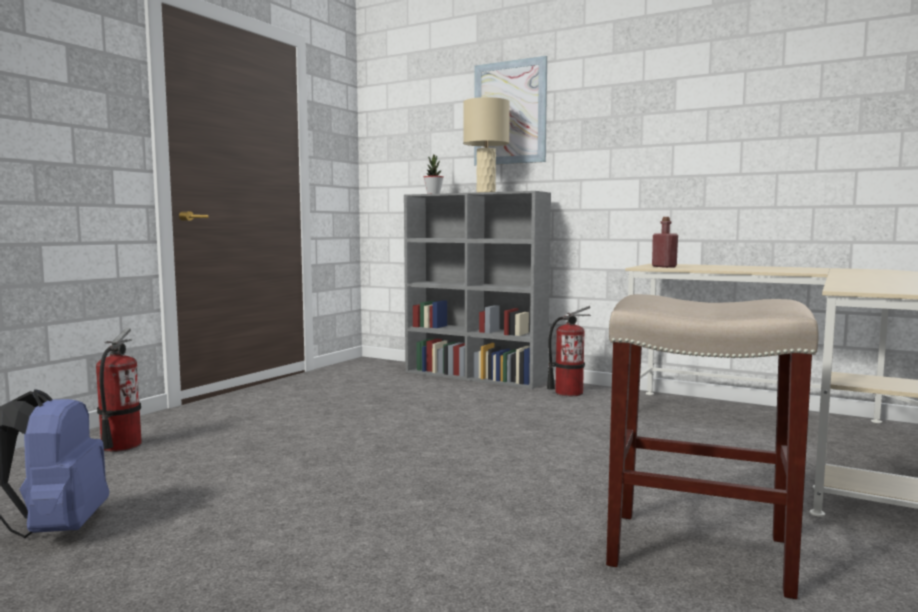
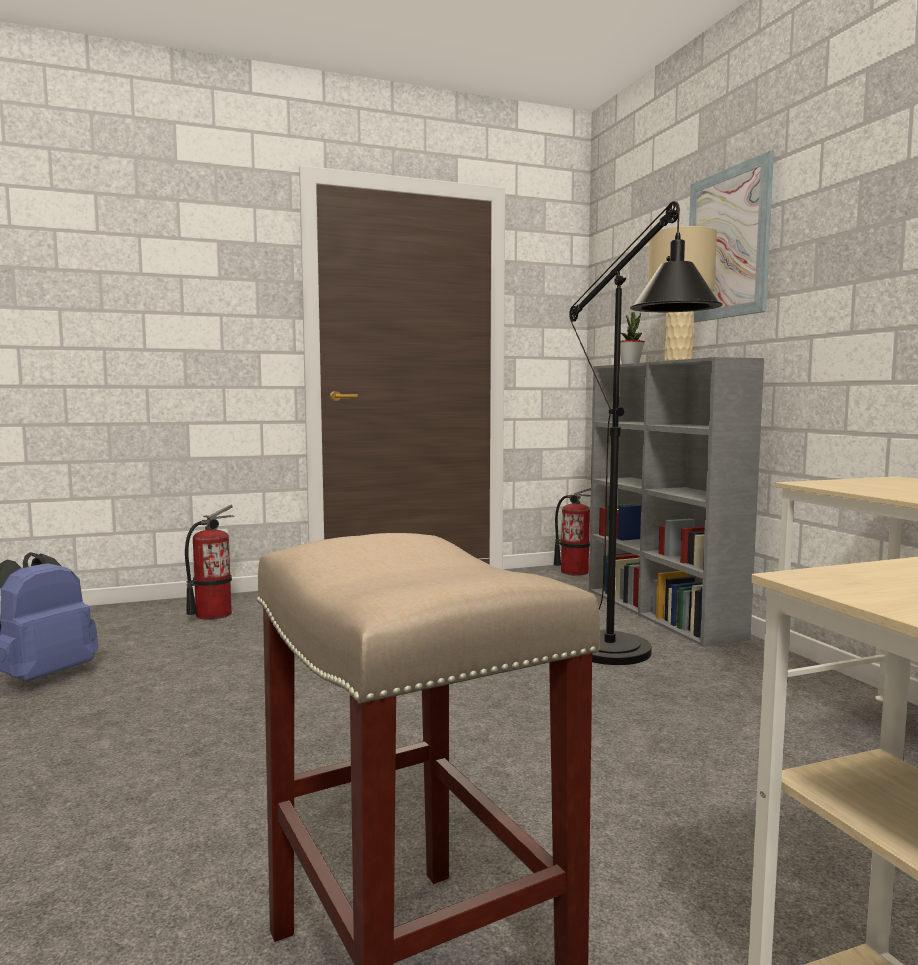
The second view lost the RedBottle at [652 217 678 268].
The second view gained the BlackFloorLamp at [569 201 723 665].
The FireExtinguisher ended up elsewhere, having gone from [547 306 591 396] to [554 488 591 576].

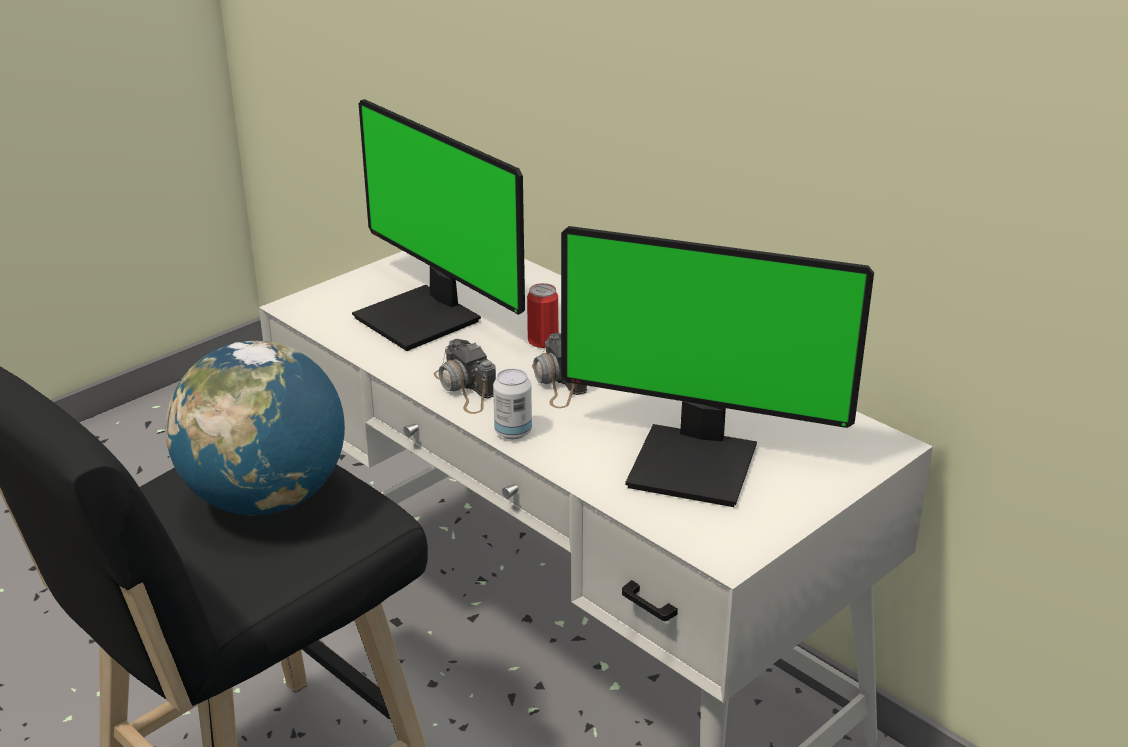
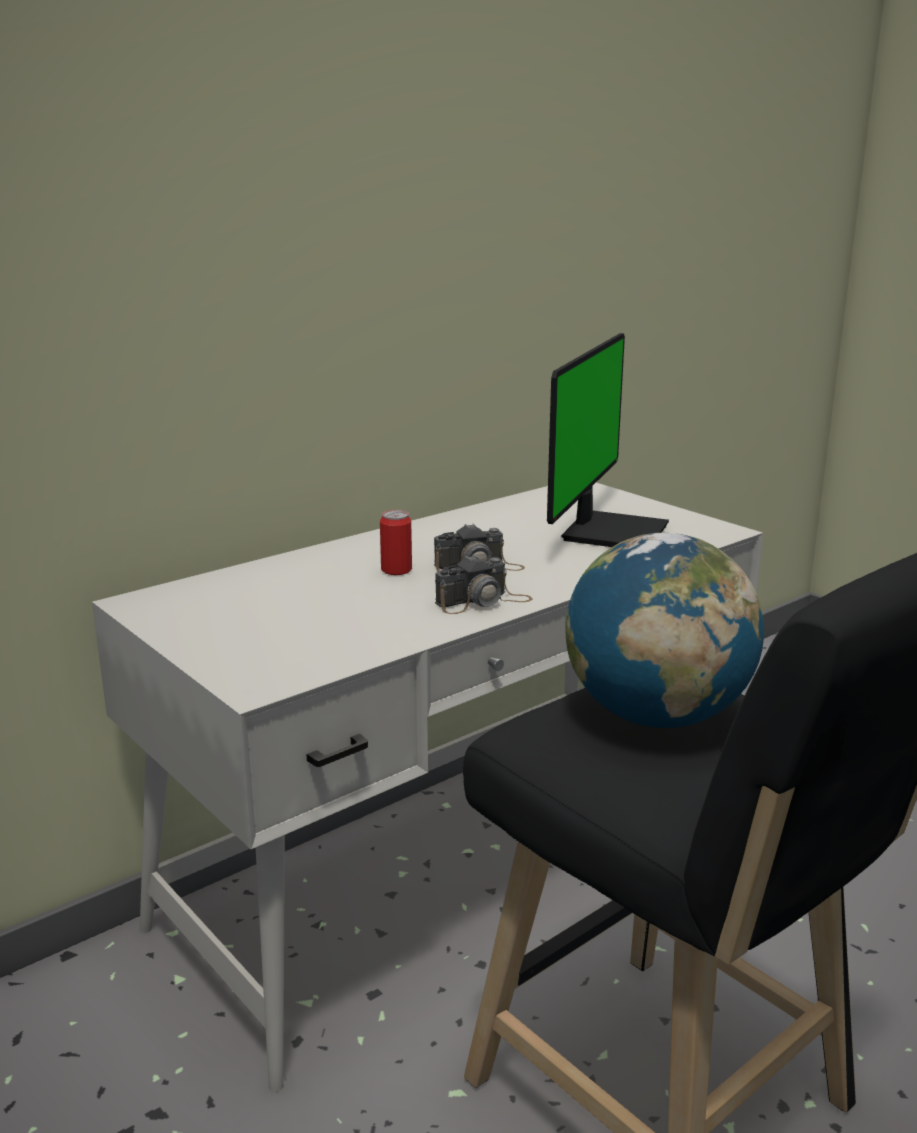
The second view lost the Monitor at [352 99 525 351].
The second view lost the Can at [493 369 532 439].

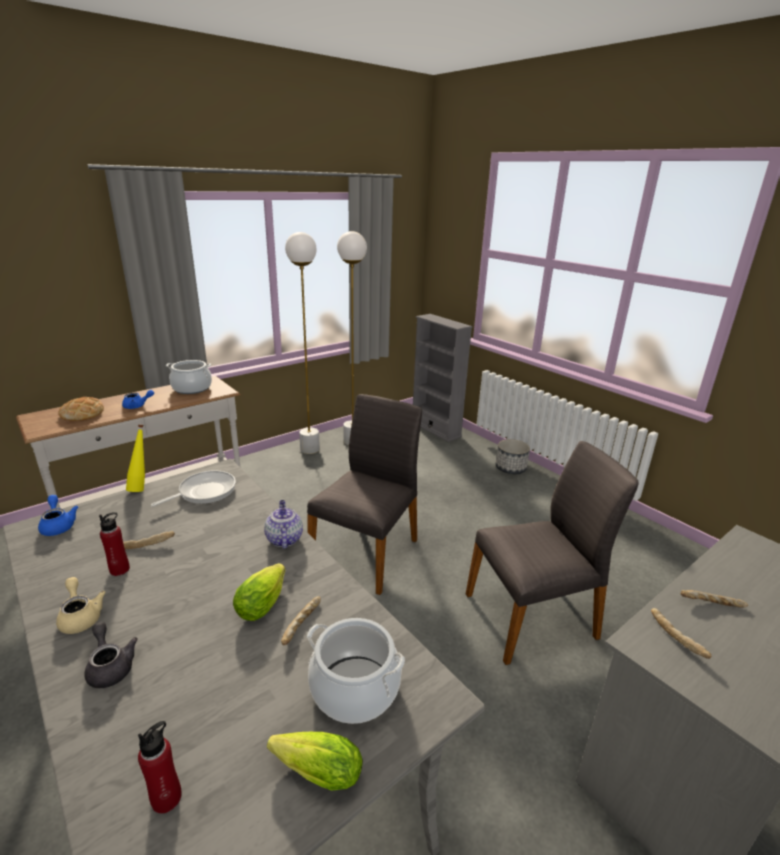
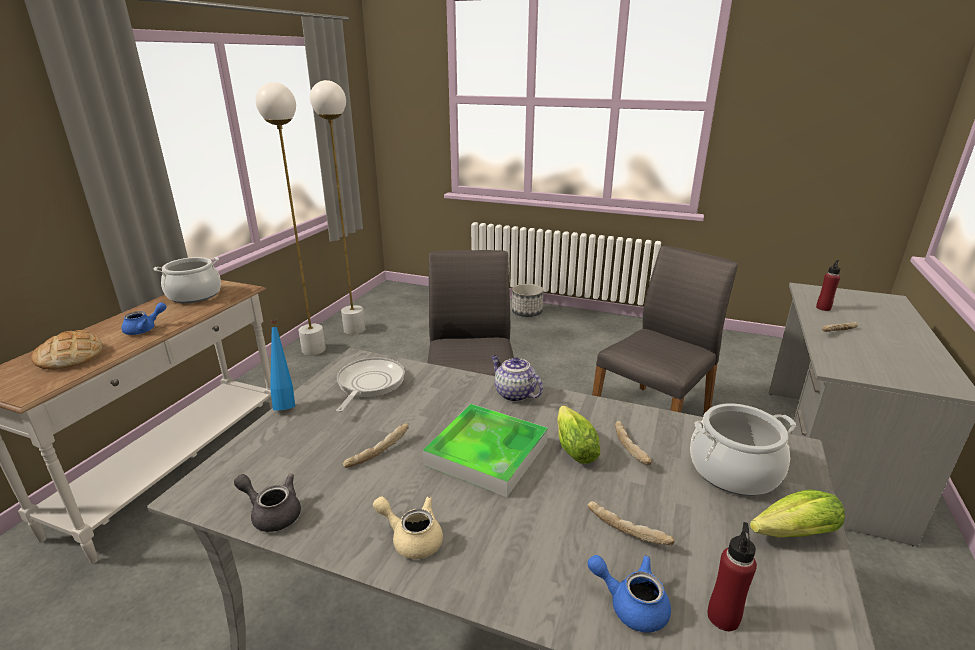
The second view lost the GreyBookcase at [413 314 473 442].
The second view gained the Tray at [423 404 548 497].
The BlueTeapot ended up elsewhere, having gone from [38 495 78 536] to [588 555 671 633].
The GreyTeapot ended up elsewhere, having gone from [84 622 138 688] to [234 474 301 532].
The RedBottle ended up elsewhere, having gone from [99 512 130 576] to [816 260 840 311].
The Bread ended up elsewhere, having gone from [651 608 711 659] to [587 501 675 545].
What was the YellowBottle at [126 424 145 492] turned into the BlueBottle at [270 320 295 410].

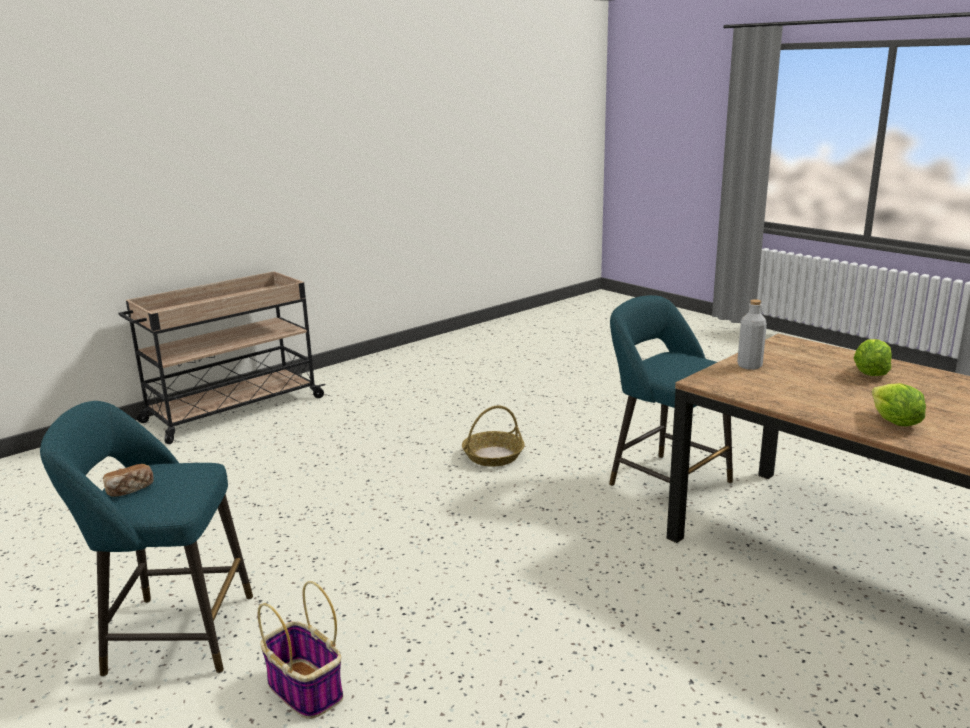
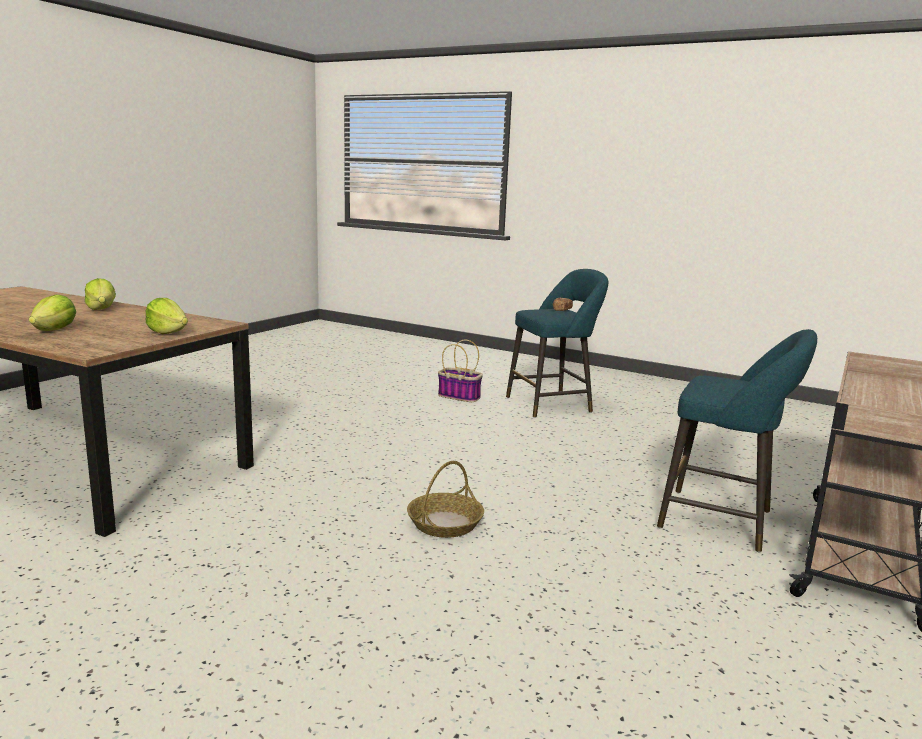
The TurquoiseStool ended up elsewhere, having gone from [609 295 733 486] to [657 329 817 552].
Where the GreyBottle stood at [737 299 767 370], the Lettuce came to stand at [146 298 188 334].

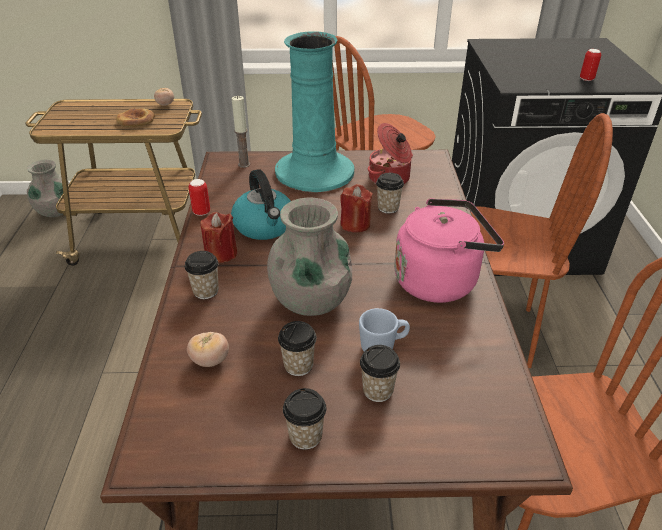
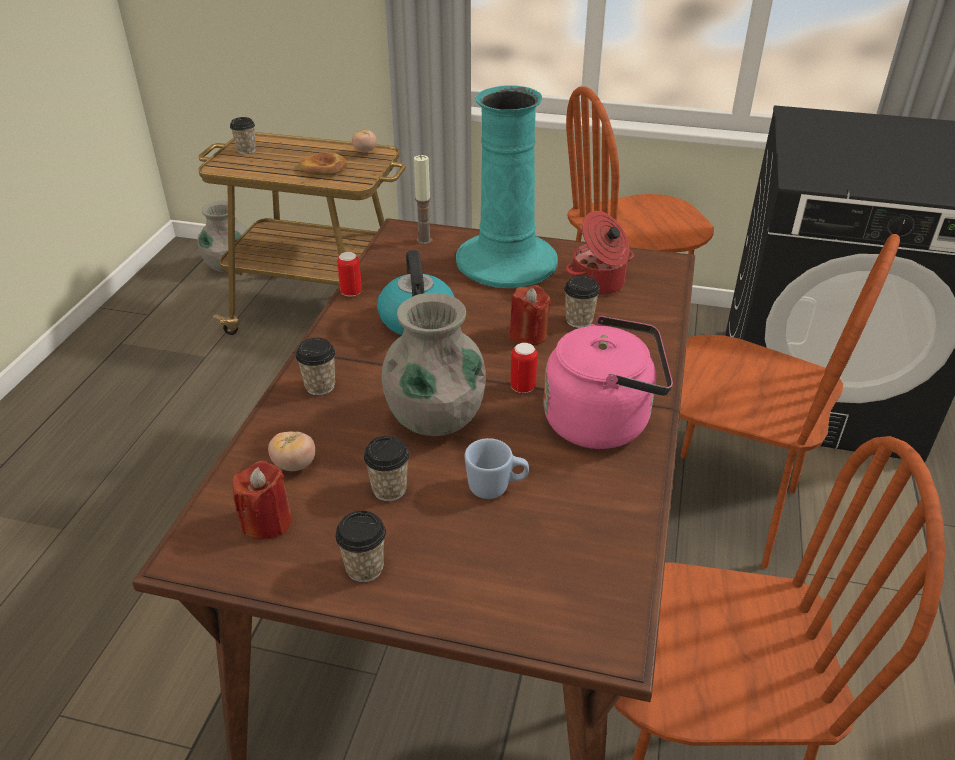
The RedCandle ended up elsewhere, having gone from [200 212 237 263] to [232 461 292 540].
The Cup ended up elsewhere, having gone from [360 345 400 402] to [230 117 256 154].
The Can ended up elsewhere, having gone from [580 49 601 81] to [510 343 537 393].

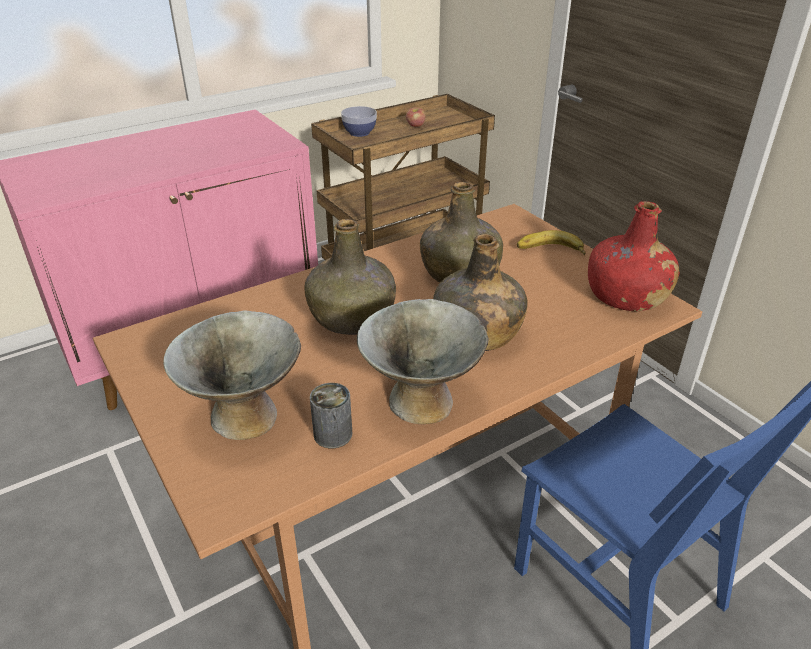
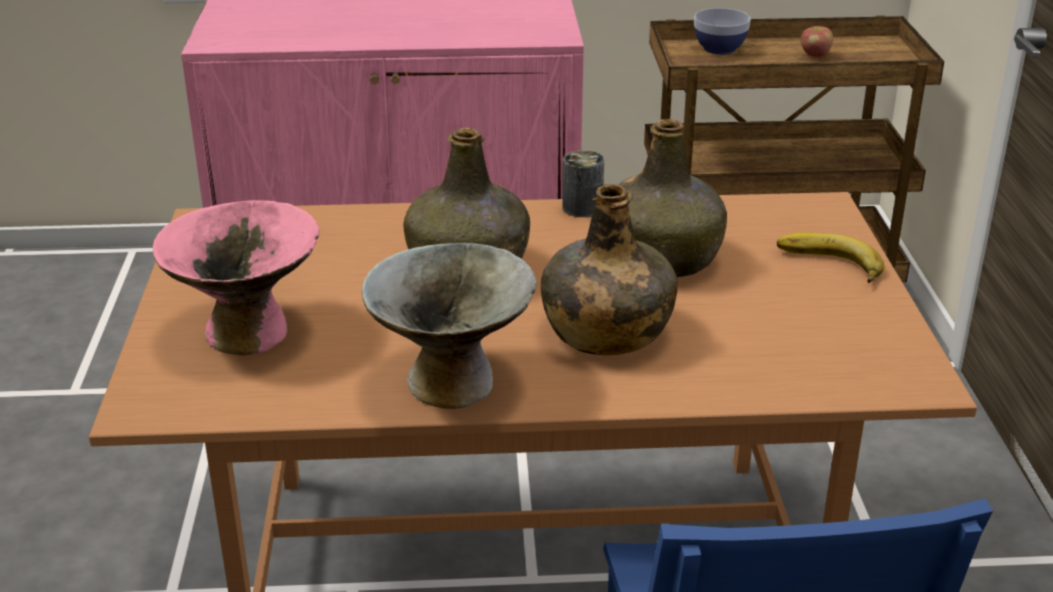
The second view lost the RedBottle at [588 201 680 311].
The Can ended up elsewhere, having gone from [310 383 352 448] to [562 150 604 217].
What was the GreyBowl at [163 311 301 440] turned into the PinkBowl at [153 200 320 355].

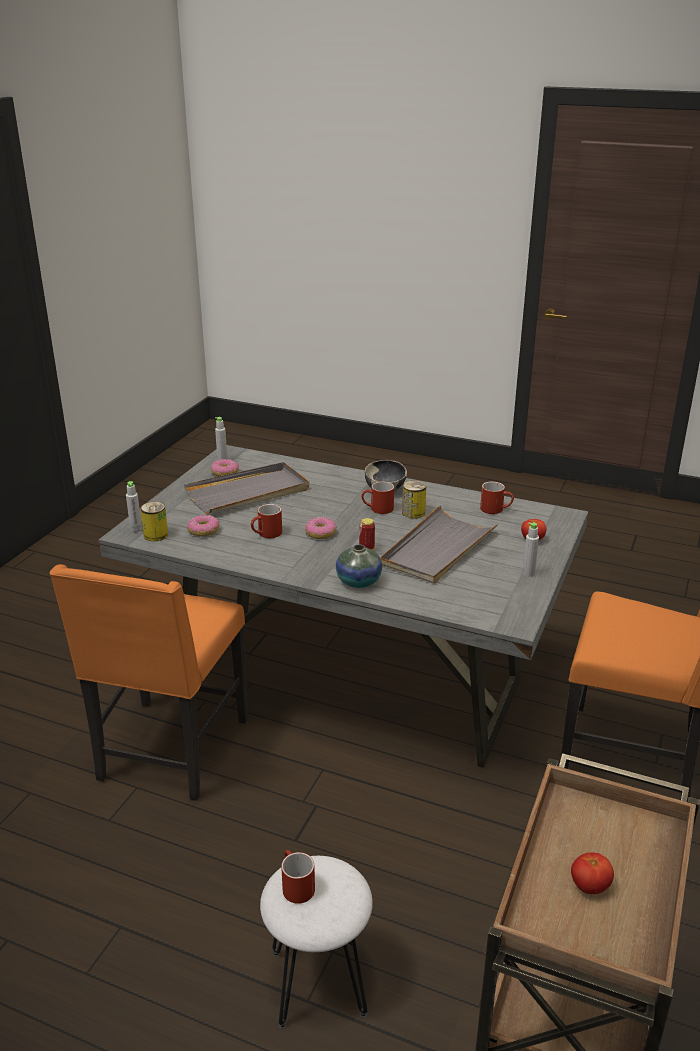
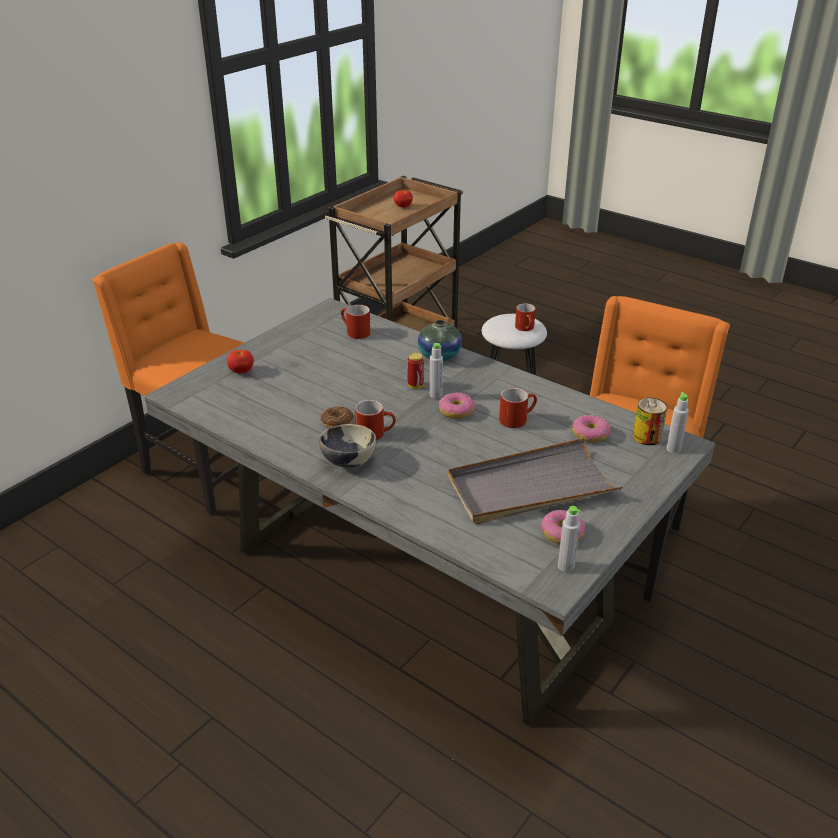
The second view lost the GreyTray at [380 505 499 584].
The RedMug ended up elsewhere, having gone from [480 481 514 514] to [341 305 371 339].
The GreyBottle ended up elsewhere, having gone from [522 523 539 577] to [430 343 443 399].
Where the Can stood at [402 480 426 519], the Donut came to stand at [321 406 354 428].

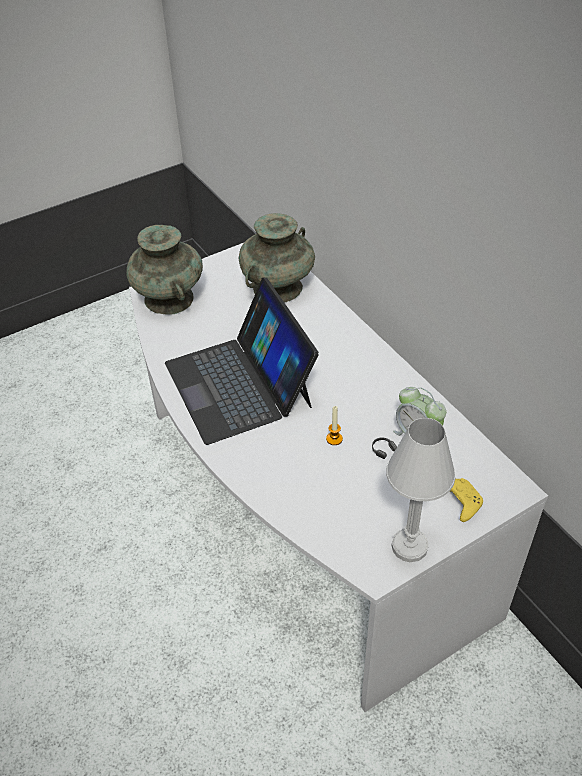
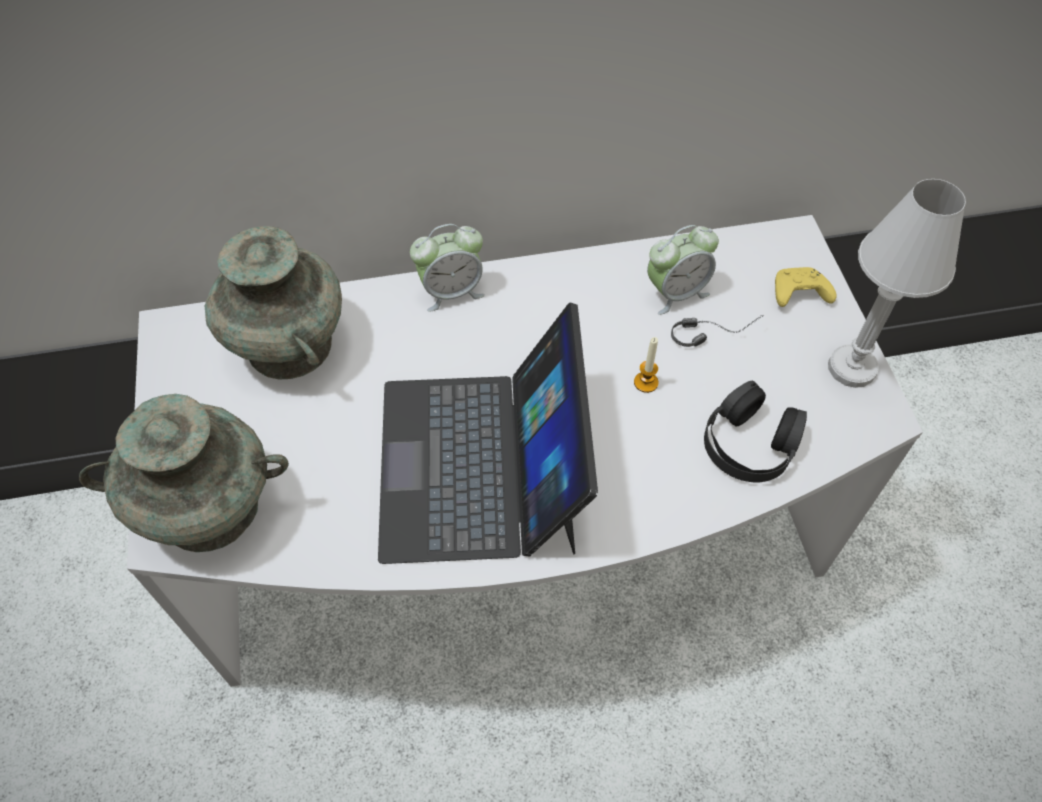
The second view gained the AlarmClock at [410 224 485 312].
The second view gained the BlackHeadphones at [704 381 807 483].
The Laptop at [165 277 319 445] ended up facing another way, 90 degrees clockwise from before.

